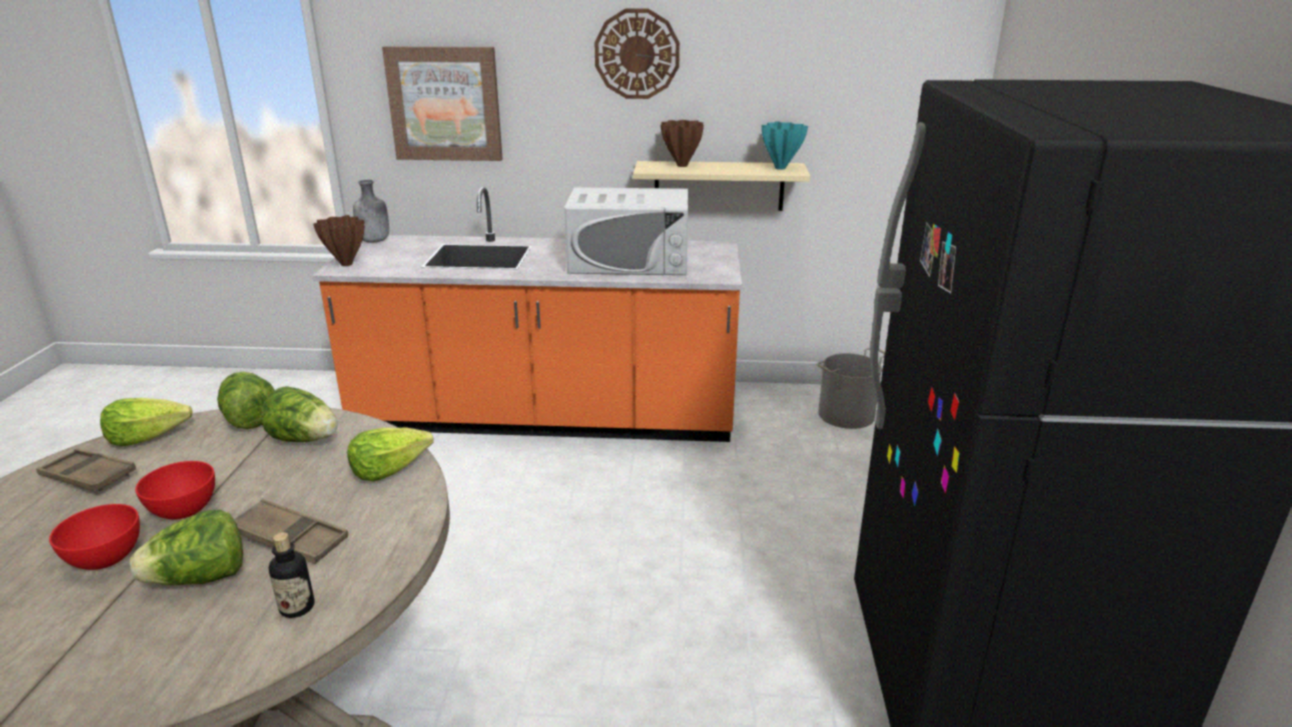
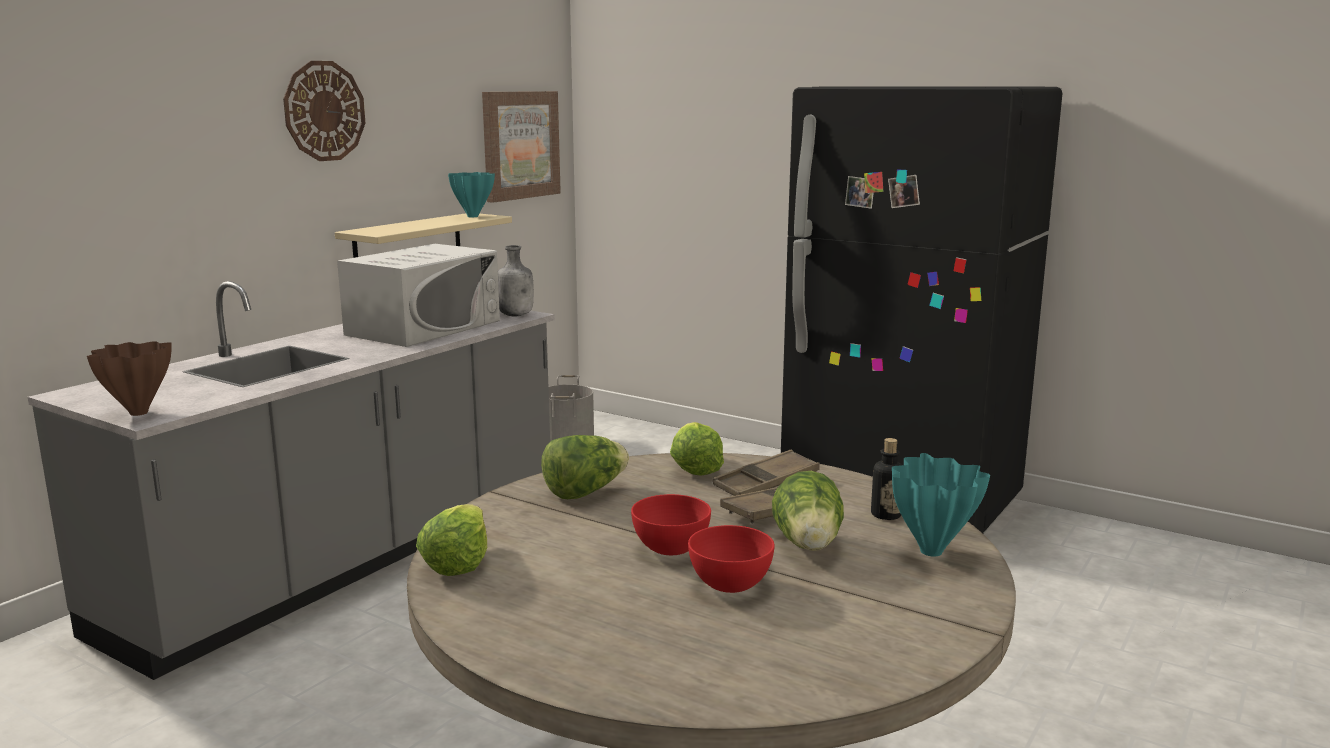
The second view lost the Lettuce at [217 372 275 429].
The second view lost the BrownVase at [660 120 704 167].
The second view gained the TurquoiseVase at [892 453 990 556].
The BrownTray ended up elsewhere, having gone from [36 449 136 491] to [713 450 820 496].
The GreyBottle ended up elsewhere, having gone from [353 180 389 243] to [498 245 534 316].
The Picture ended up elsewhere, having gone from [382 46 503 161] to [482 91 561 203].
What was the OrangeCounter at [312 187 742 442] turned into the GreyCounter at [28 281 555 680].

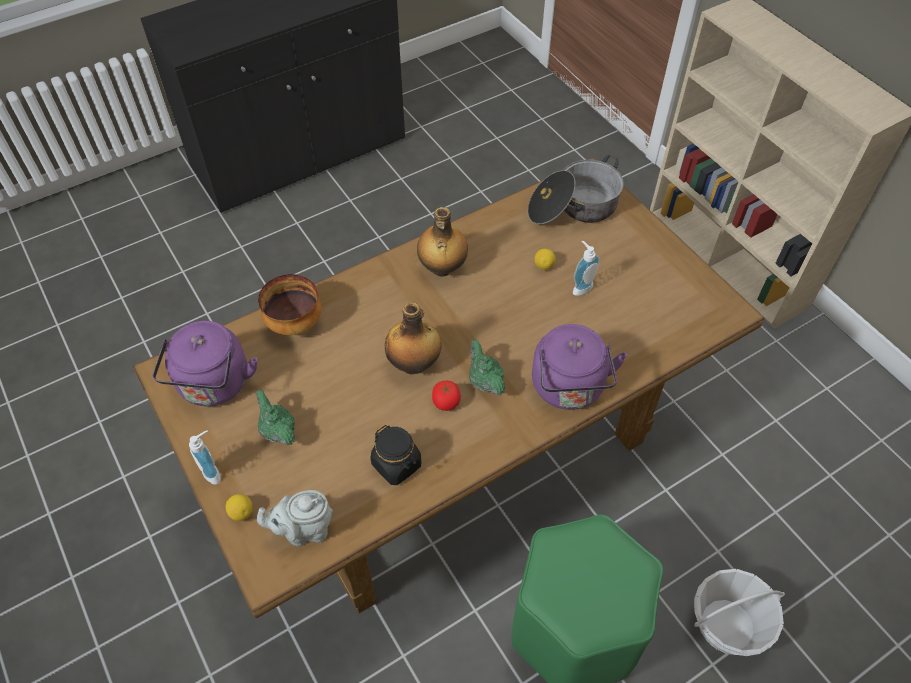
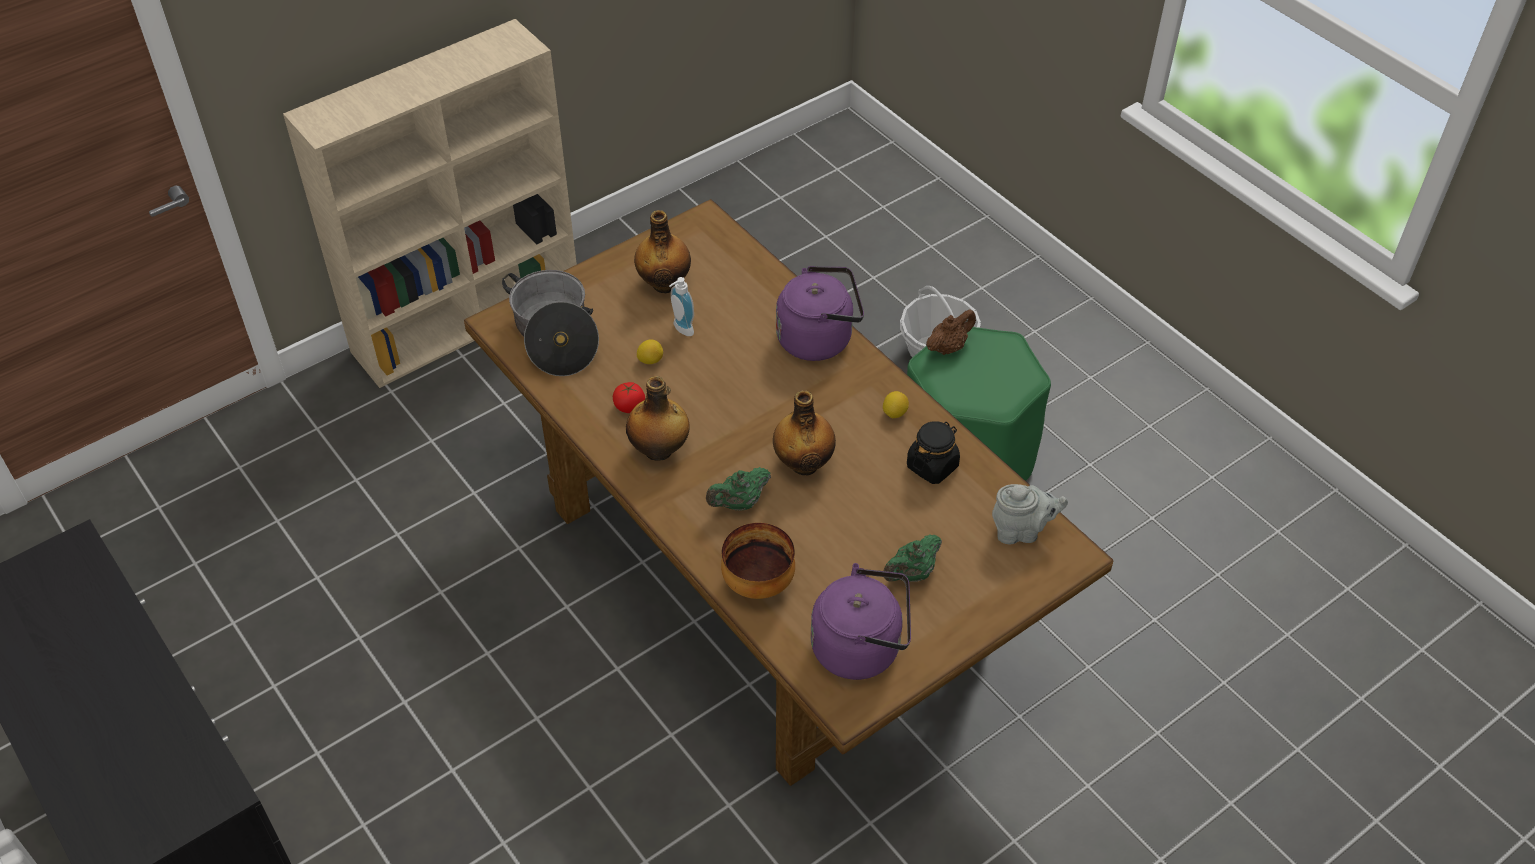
The second view lost the SoapDispenser at [189 430 221 485].
The second view gained the Bottle at [634 210 691 293].
The second view gained the BrownTeapot at [926 309 976 355].
The Lemon ended up elsewhere, having gone from [226 494 253 521] to [883 391 909 418].
The Tomato ended up elsewhere, having gone from [432 381 461 411] to [613 382 645 413].
The GreenTeapot ended up elsewhere, having gone from [469 339 505 395] to [706 467 771 511].
The GreyTeapot at [257 490 333 546] ended up facing another way, 75 degrees counterclockwise from before.

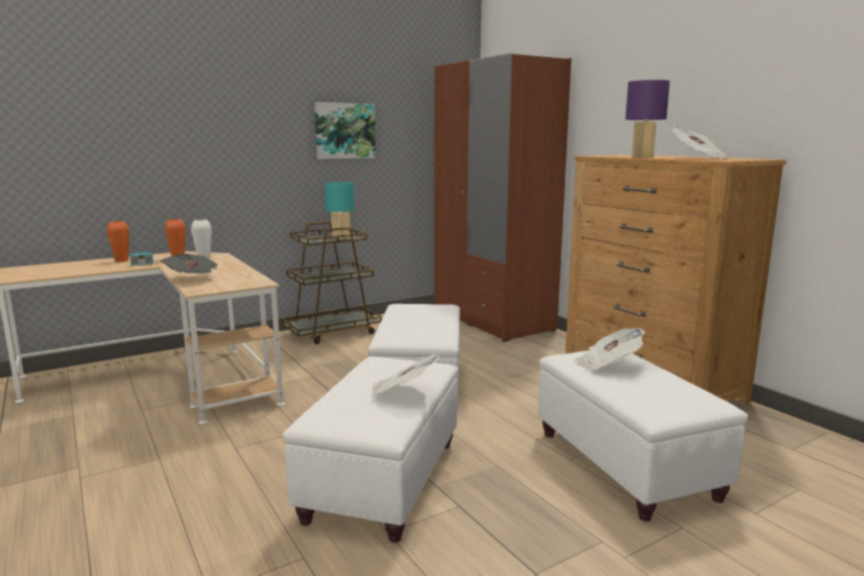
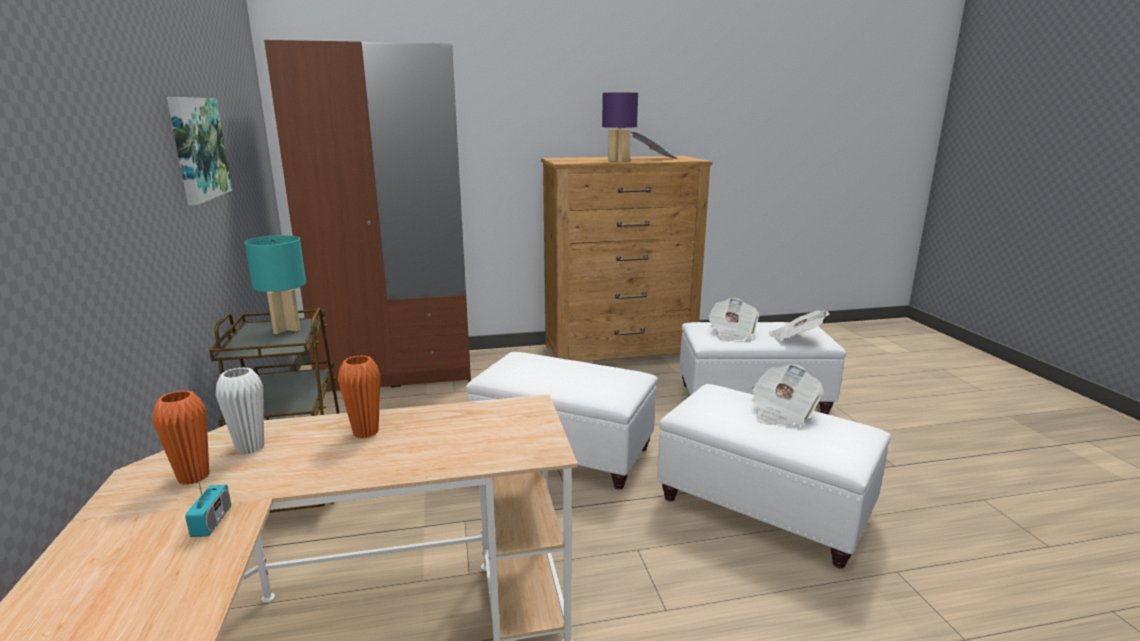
The OrangeVase ended up elsewhere, having gone from [107 221 129 262] to [338 355 381 438].
The Newspaper ended up elsewhere, having gone from [160 254 218 274] to [768 310 829 341].

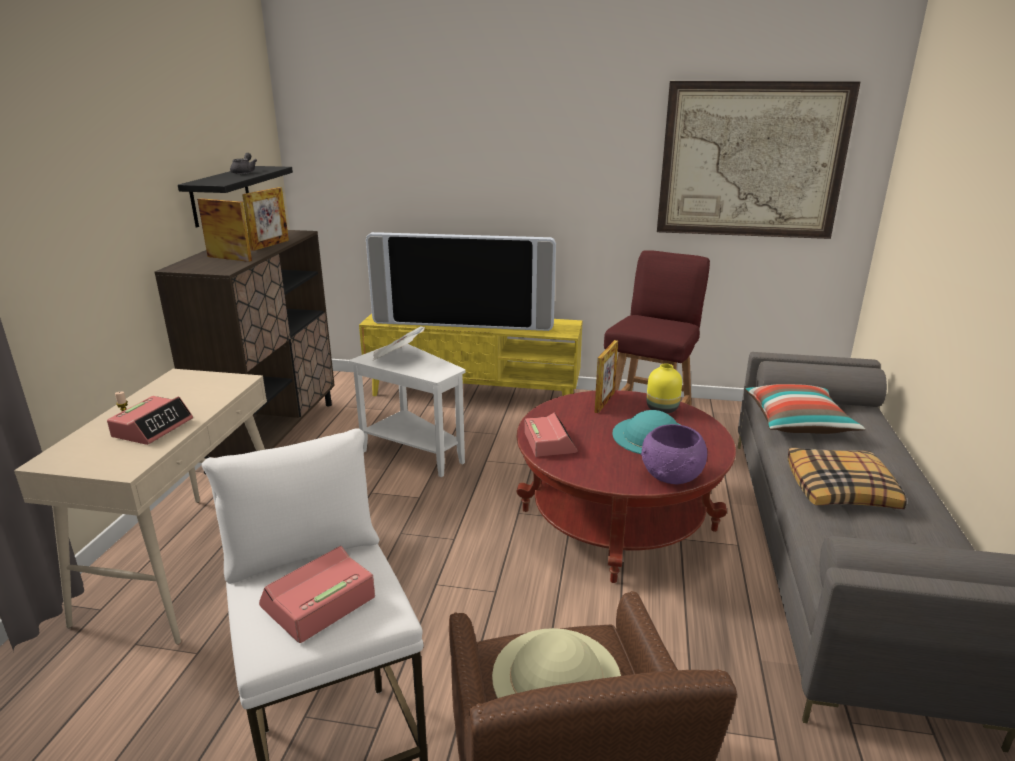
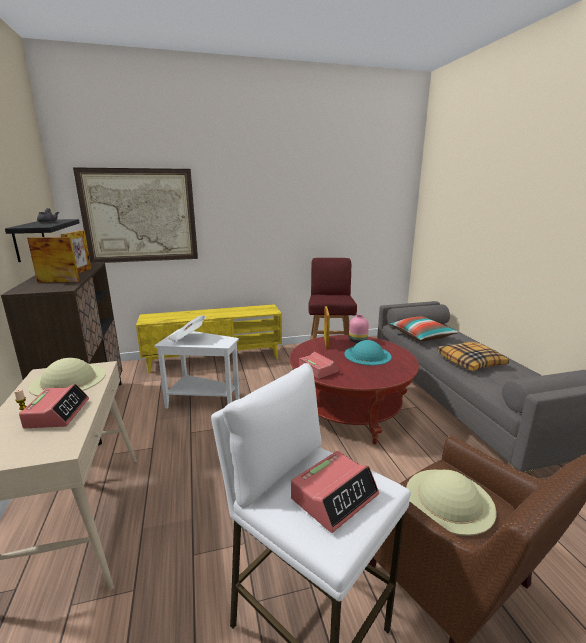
The second view lost the Television at [366 232 556 331].
The second view lost the PurpleBowl at [641 424 707 484].
The second view gained the BeigeHat at [28 358 106 396].
The Picture ended up elsewhere, having gone from [657 81 860 239] to [73 167 198 263].
What was the YellowVase at [646 363 682 413] turned into the PinkVase at [349 315 369 343].
The AlarmClock at [259 546 375 643] ended up facing another way, 150 degrees counterclockwise from before.

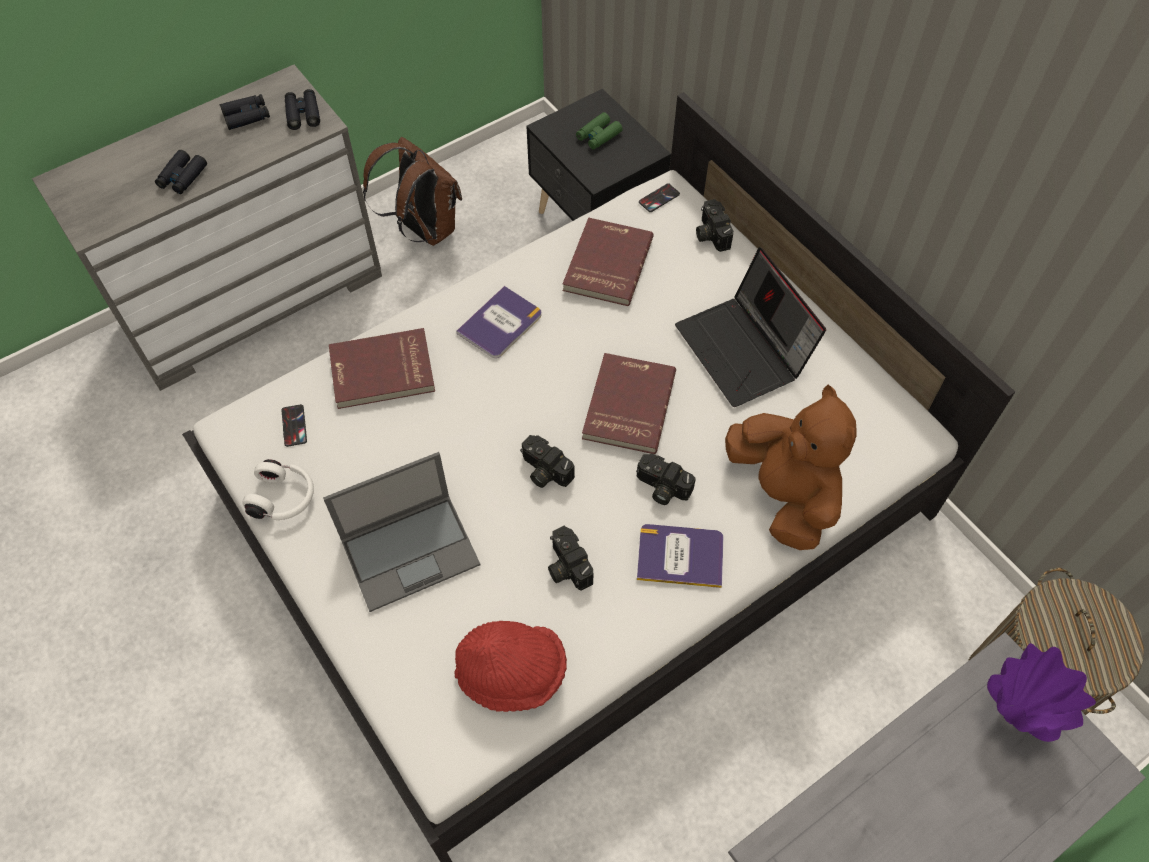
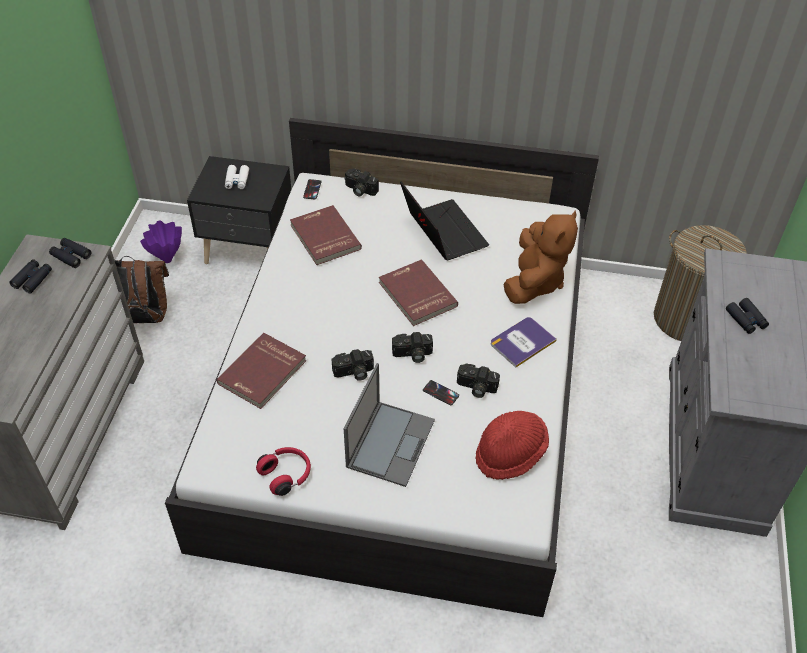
The second view lost the Book at [456 286 542 358].
The BlackBinoculars ended up elsewhere, having gone from [155 150 207 194] to [726 298 769 334].
The Phone ended up elsewhere, having gone from [281 404 307 447] to [423 380 459 406].
The PhotoCamera ended up elsewhere, having gone from [636 454 696 505] to [332 349 374 381].
The PurpleVase ended up elsewhere, having gone from [987 643 1096 742] to [140 220 182 263].
What was the WhiteHeadphones at [242 459 314 520] turned into the RedHeadphones at [256 447 311 496].
What was the GreenBinoculars at [576 112 623 150] turned into the WhiteBinoculars at [225 165 249 189].
The Laptop at [675 247 826 407] ended up facing another way, 135 degrees counterclockwise from before.
The BrownPlushToy at [725 385 857 550] ended up facing another way, 90 degrees clockwise from before.

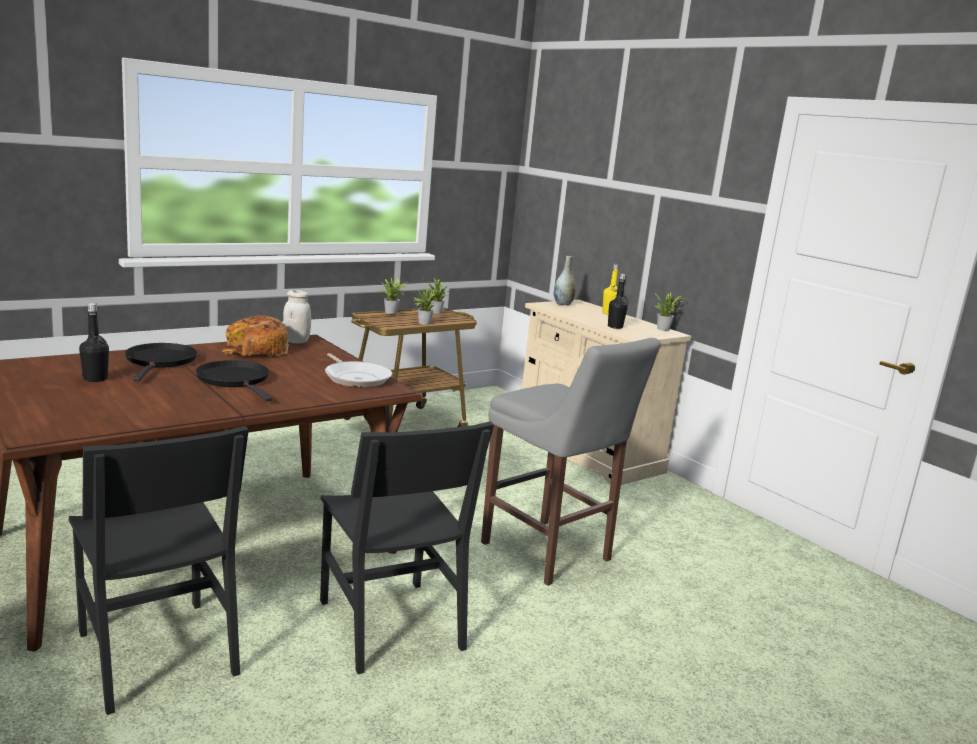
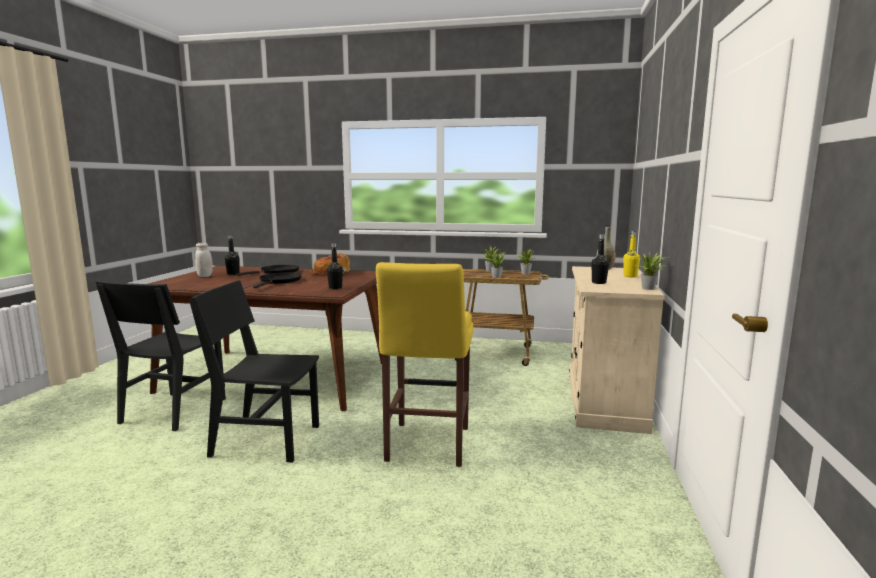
The WhiteJar ended up elsewhere, having gone from [283 290 311 343] to [195 243 213 277].
Where the FryingPan stood at [325 353 392 388], the BlackBottle came to stand at [327 243 343 289].
What was the GreyStool at [481 338 660 586] turned into the YellowStool at [376 262 473 467].
The BlackChair at [320 421 494 674] ended up facing another way, 75 degrees clockwise from before.

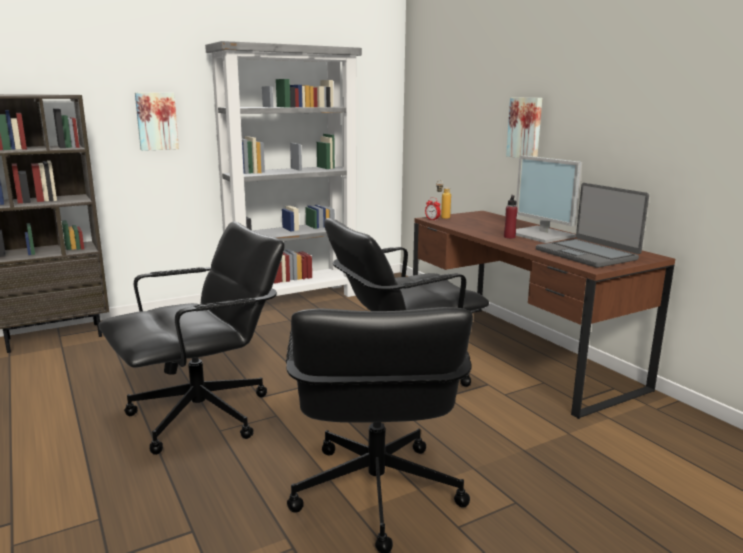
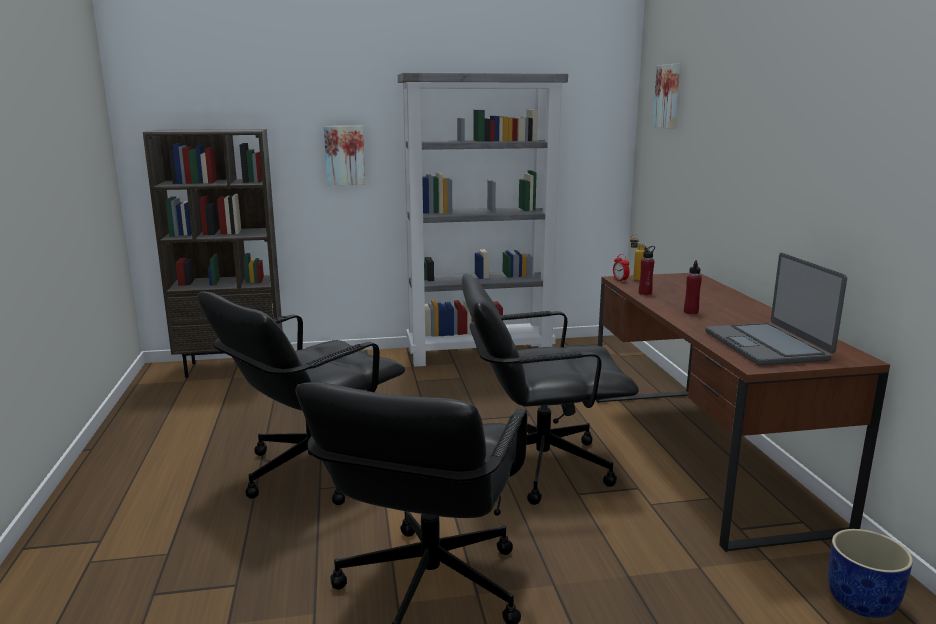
The second view lost the Monitor at [516 155 582 243].
The second view gained the RedBottle at [639 246 655 295].
The second view gained the BluePlanter at [828 529 913 618].
The Picture ended up elsewhere, having gone from [506 97 542 158] to [652 64 680 129].
The BlackOfficeChair at [99 221 285 455] ended up facing another way, 150 degrees clockwise from before.

